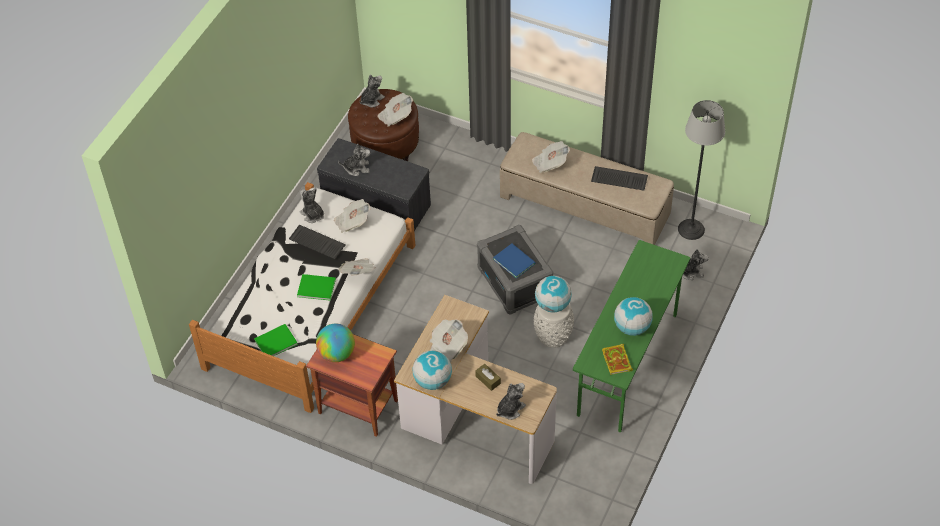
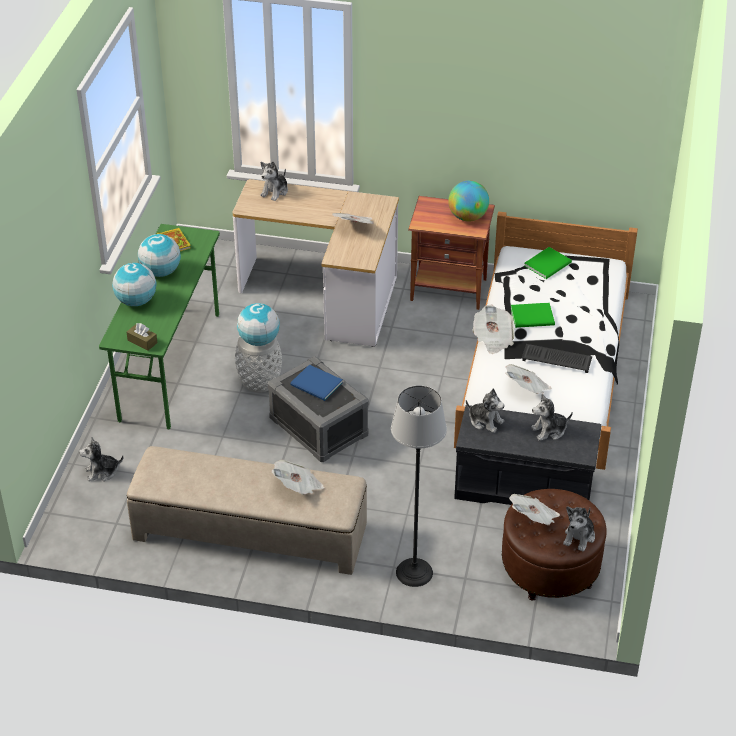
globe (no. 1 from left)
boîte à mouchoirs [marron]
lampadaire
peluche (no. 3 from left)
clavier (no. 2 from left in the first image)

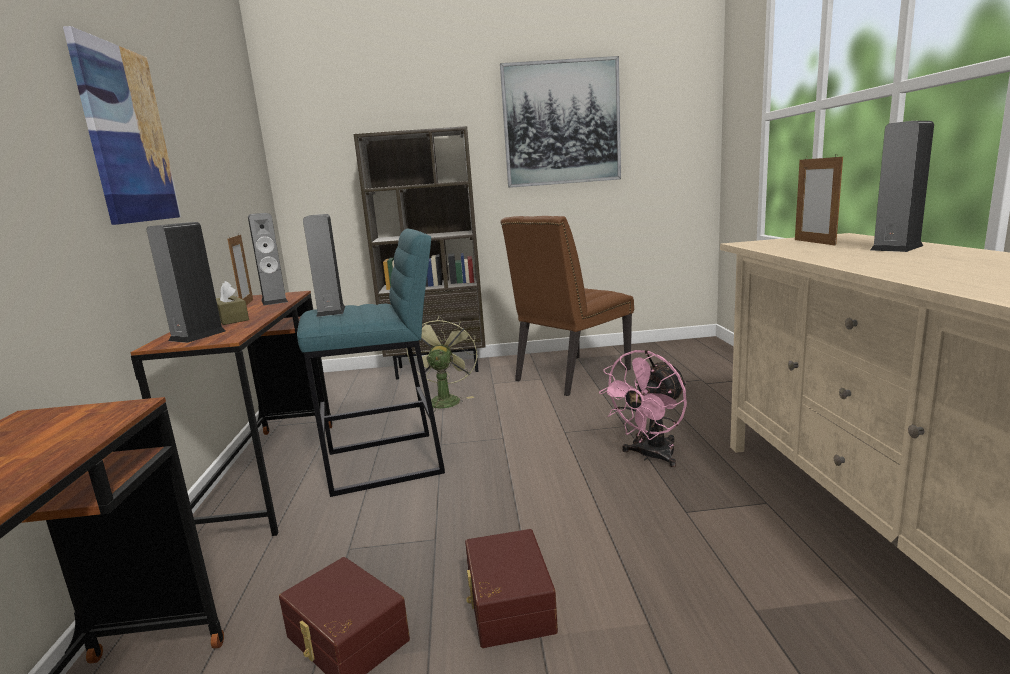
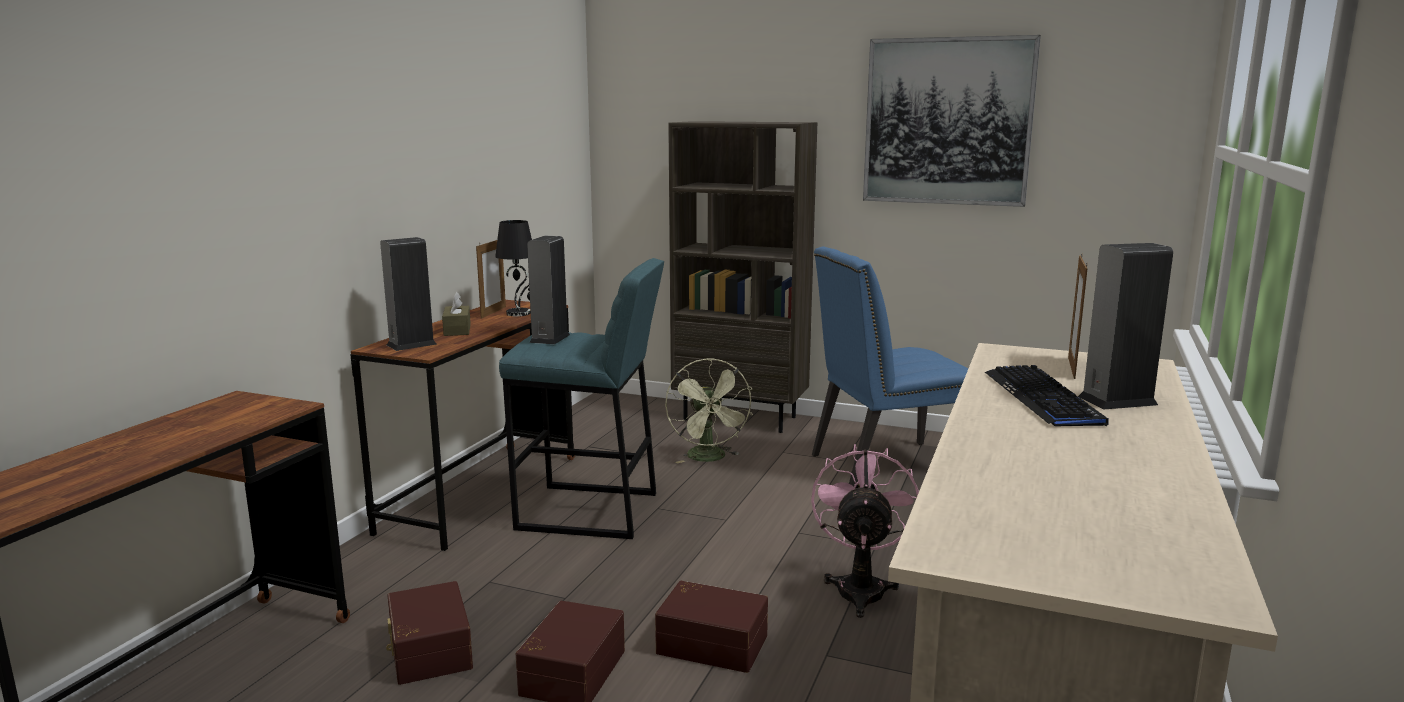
lampe de table [noir]
boîte de rangement [marron] (no. 3 from left)
ventilateur [vert]
ventilateur [rose]
chaise [bleu]
clavier
tableau (no. 1 from left in the first image)

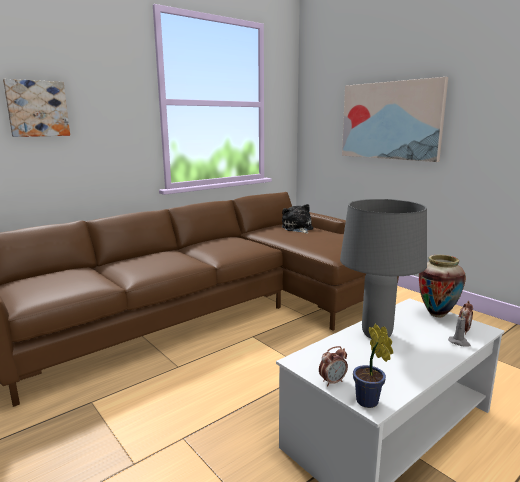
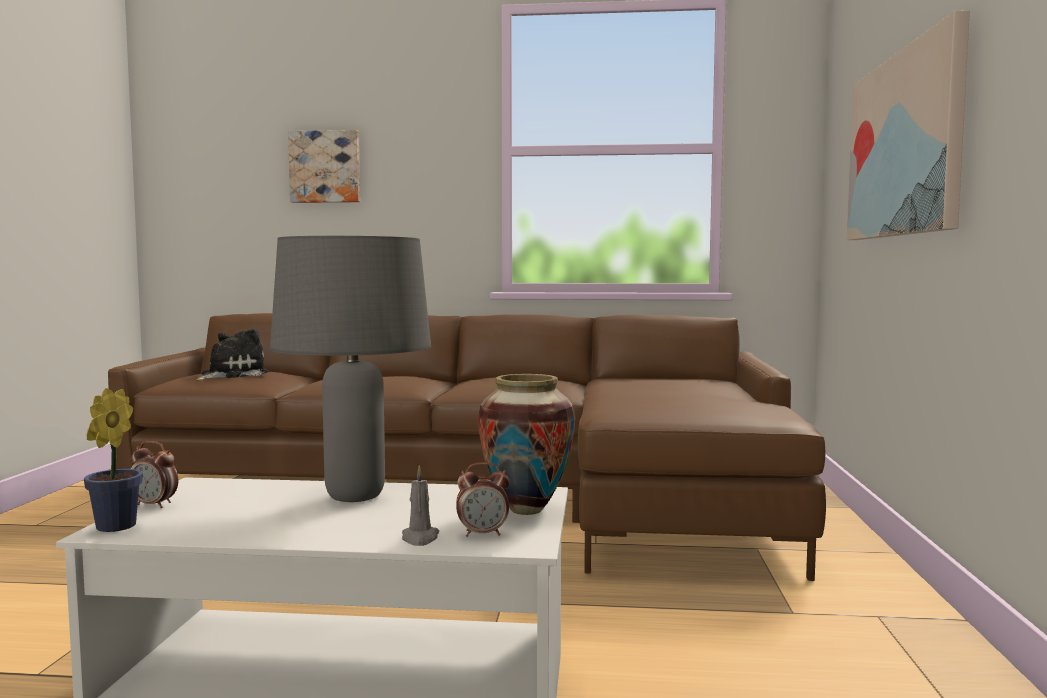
peluche

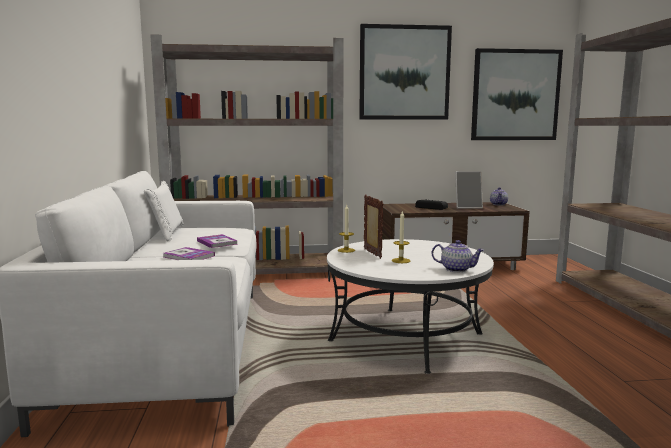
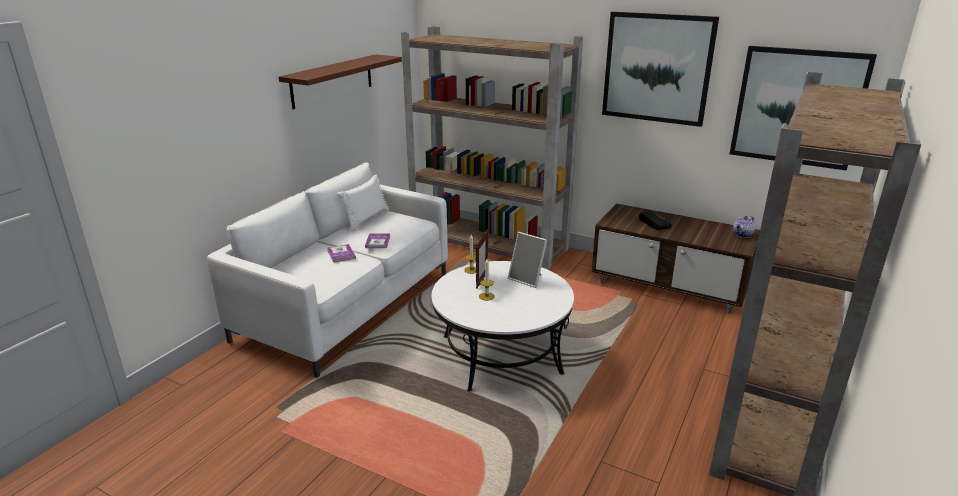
étagère [marron]
cadre photo (no. 2 from left)
théière (no. 1 from left in the first image)

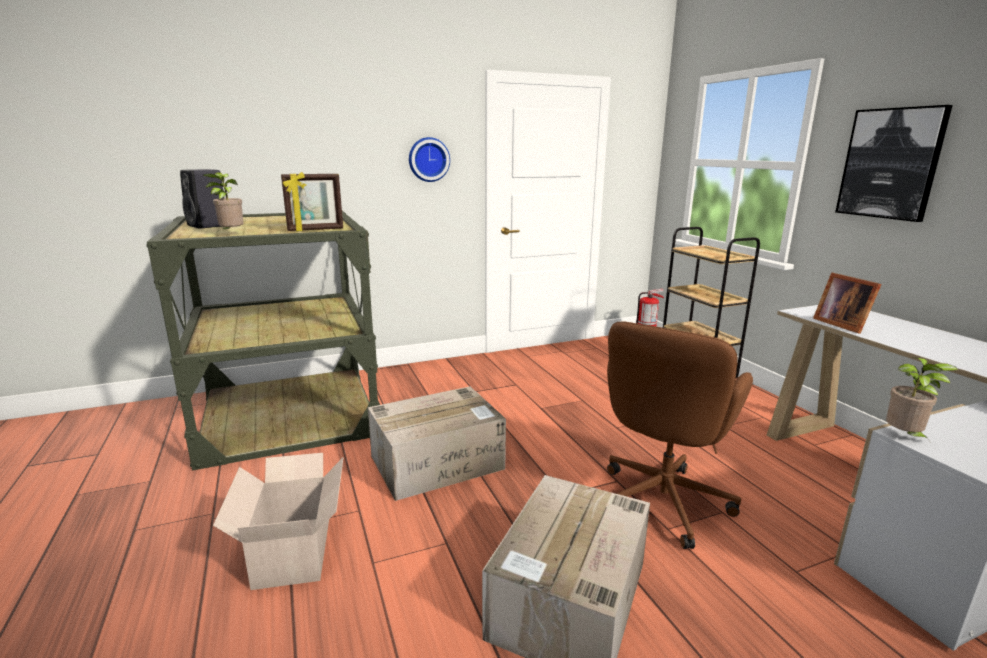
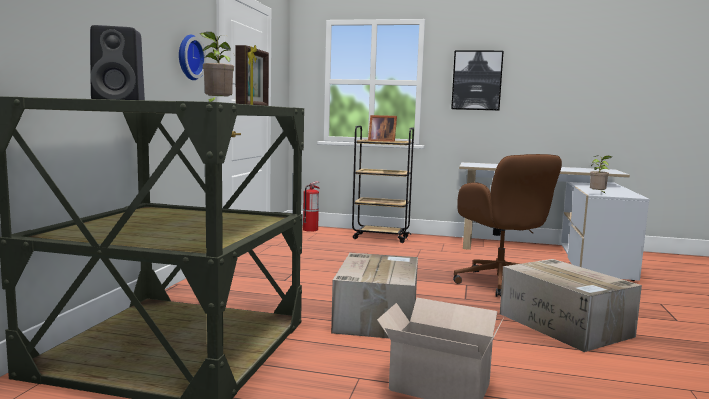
cadre photo (no. 2 from left)

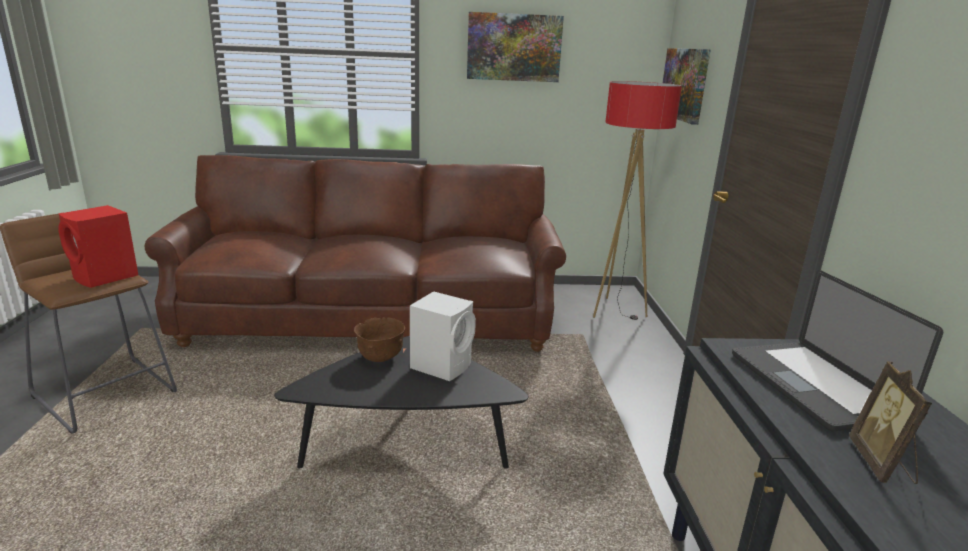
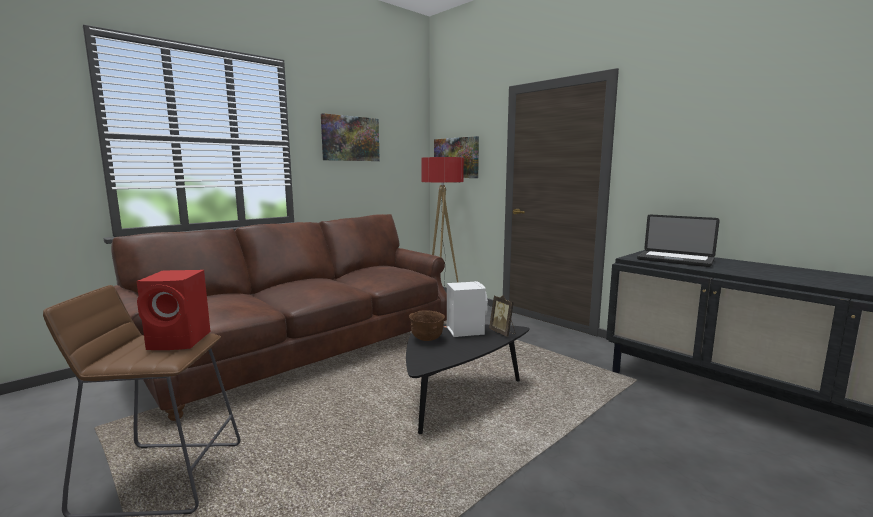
cadre photo

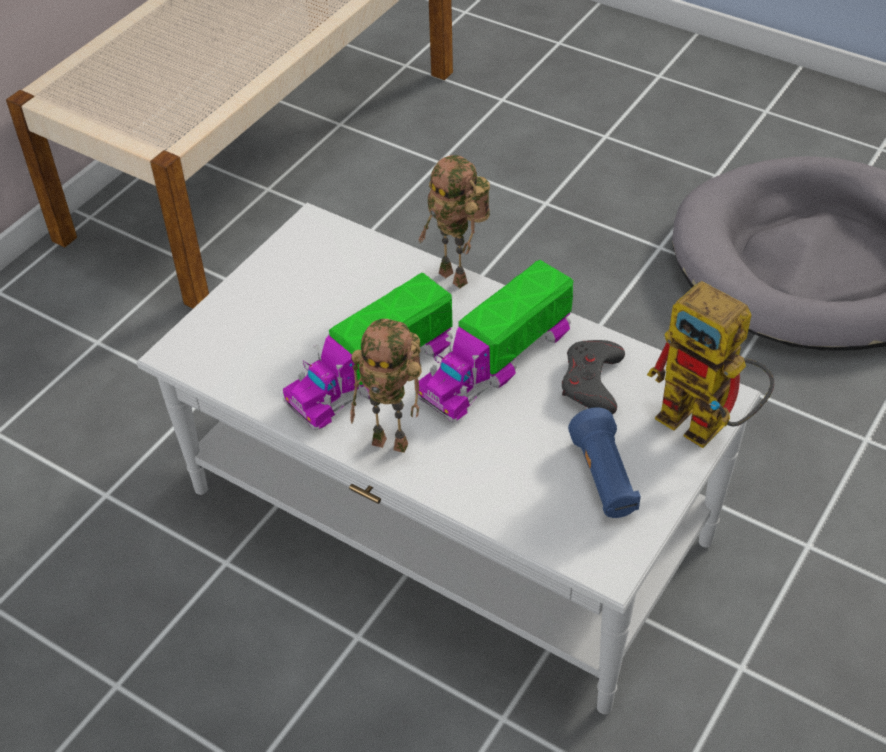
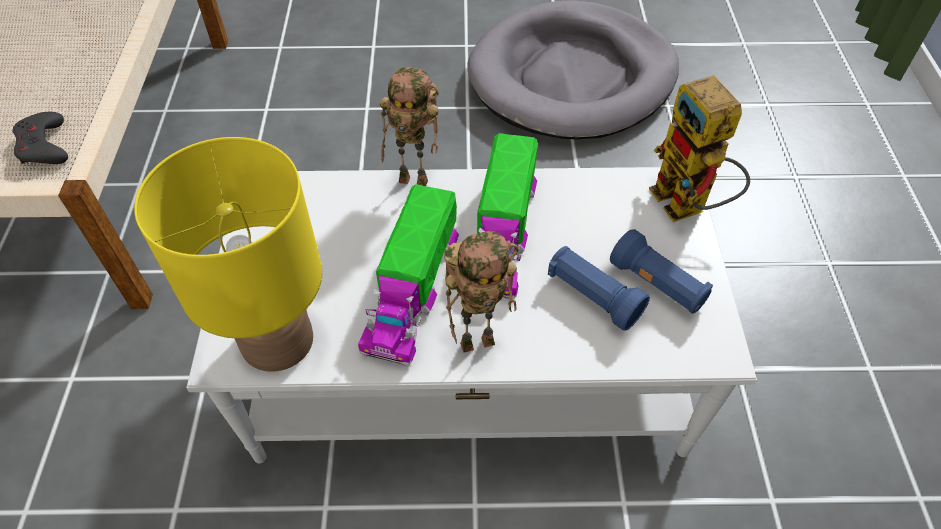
manette [gris]
lampe de table [jaune]
lampe de poche [bleu] (no. 1 from left)
robot jouet (no. 3 from left)

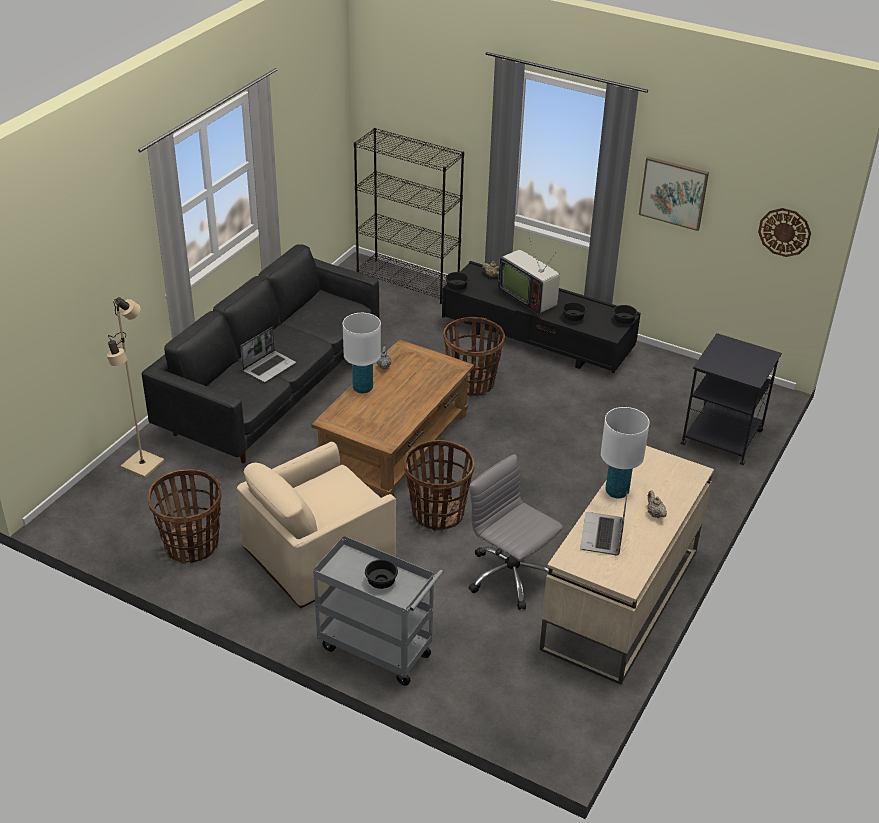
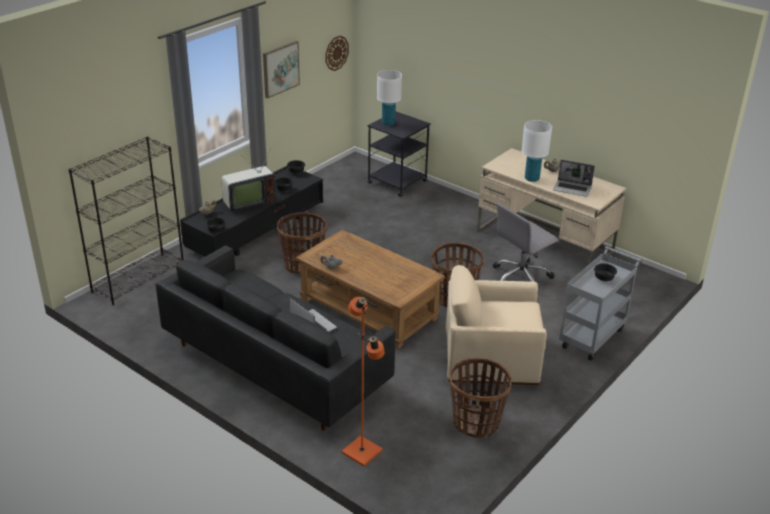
lampadaire [orange]
lampe de table [blanc] (no. 1 from left)
fauteuil [beige]

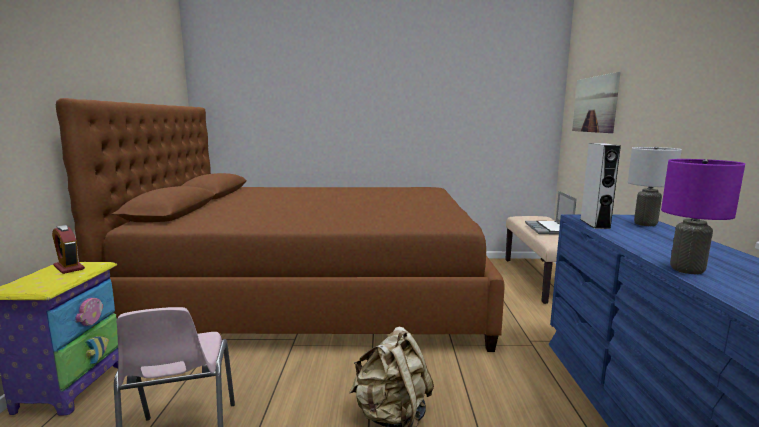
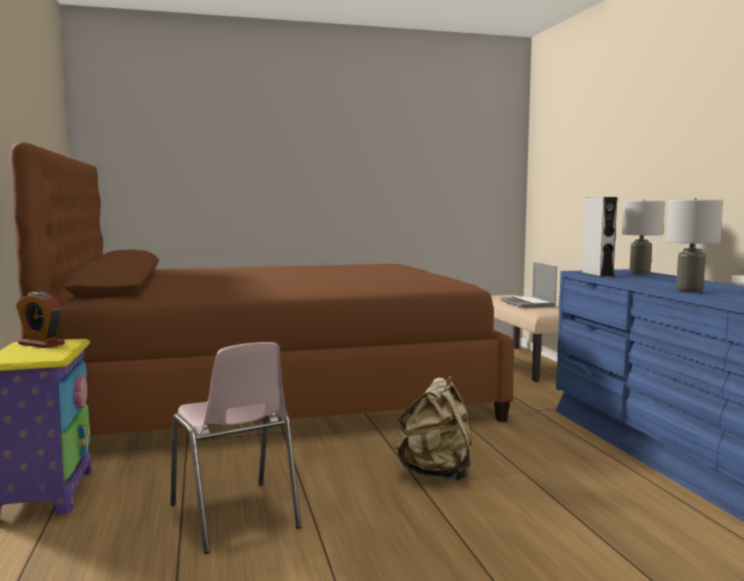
lampe de table [blanc] (no. 2 from left)
tableau

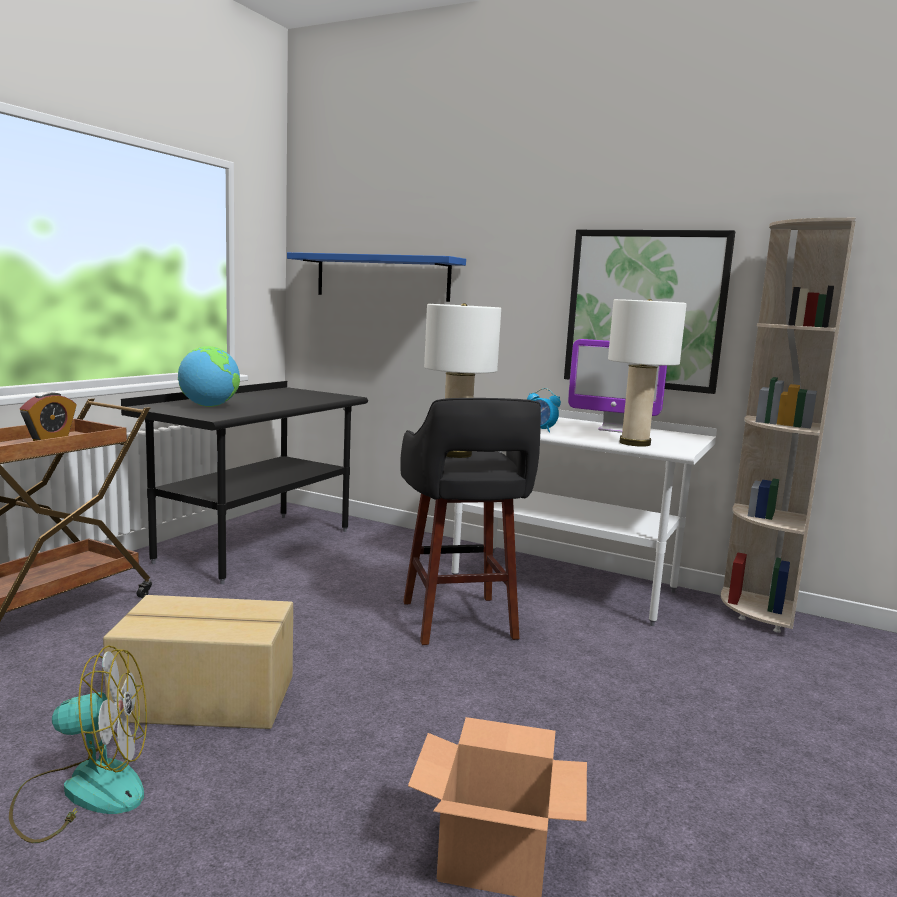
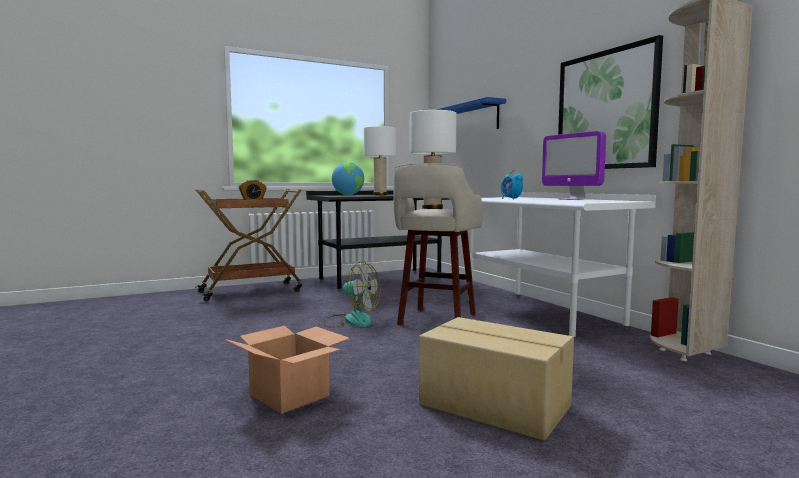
ventilateur
lampe de table [blanc] (no. 1 from left)
tabouret [beige]
carton (no. 2 from left)

